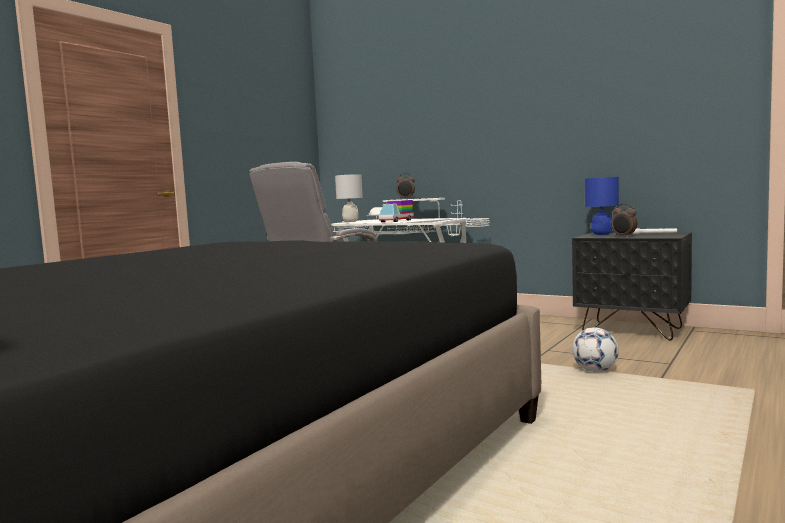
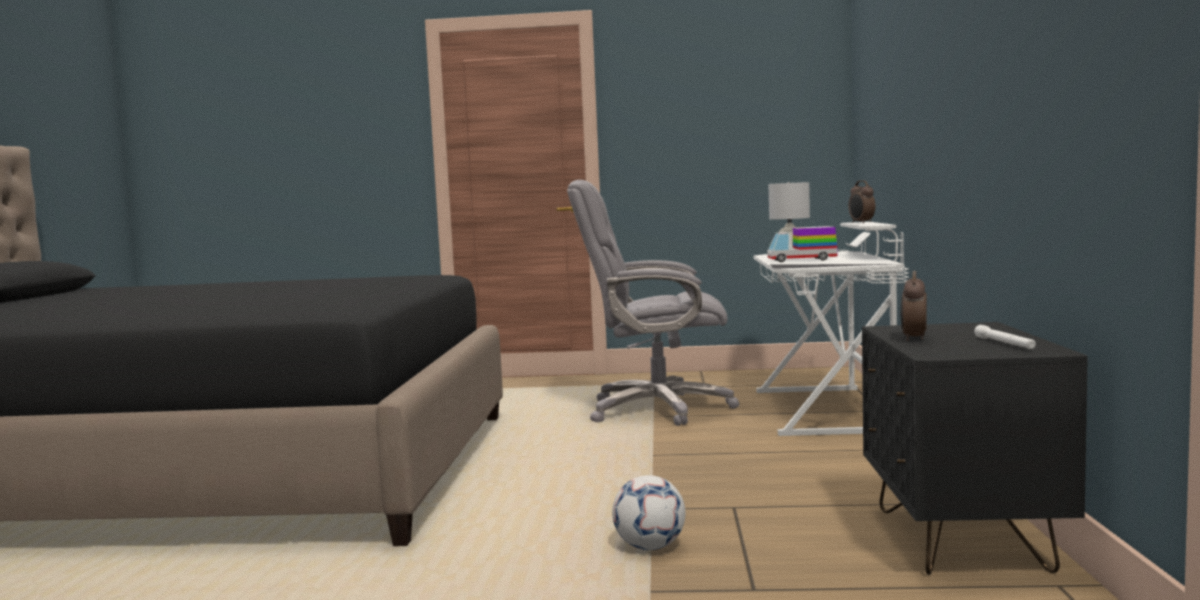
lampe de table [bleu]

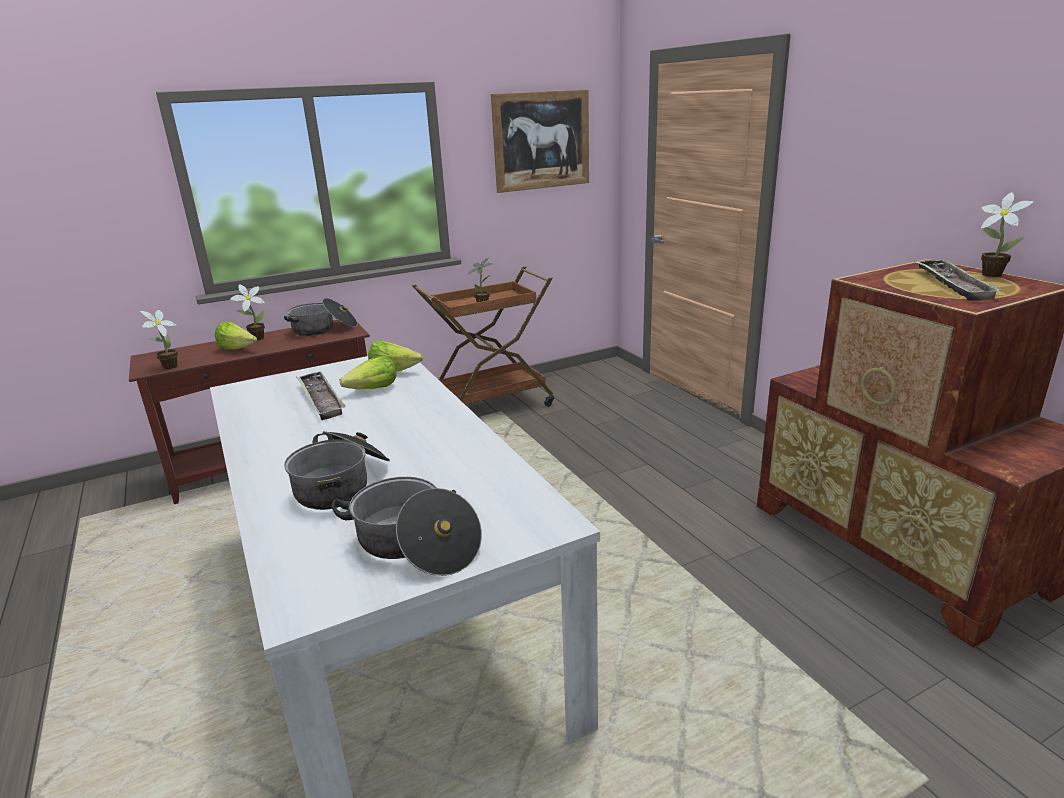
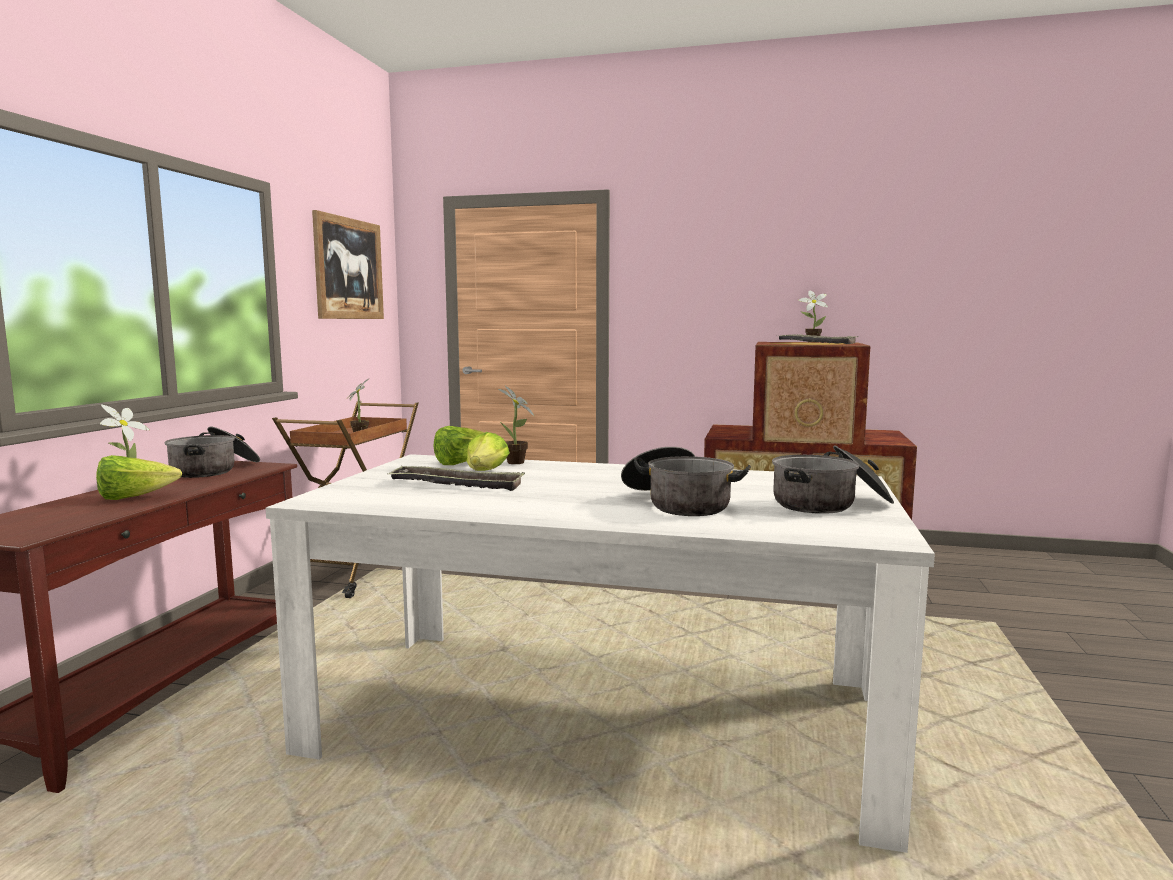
plante en pot (no. 3 from left)

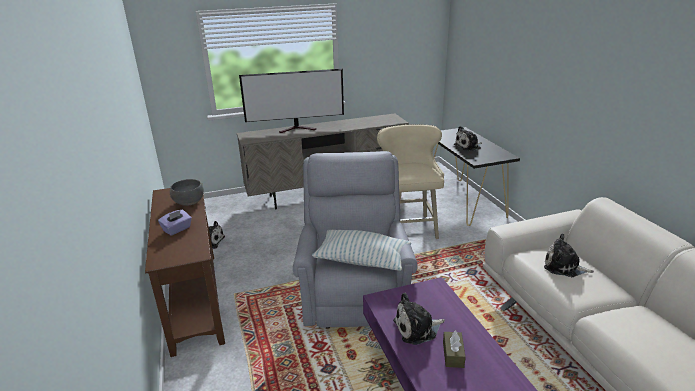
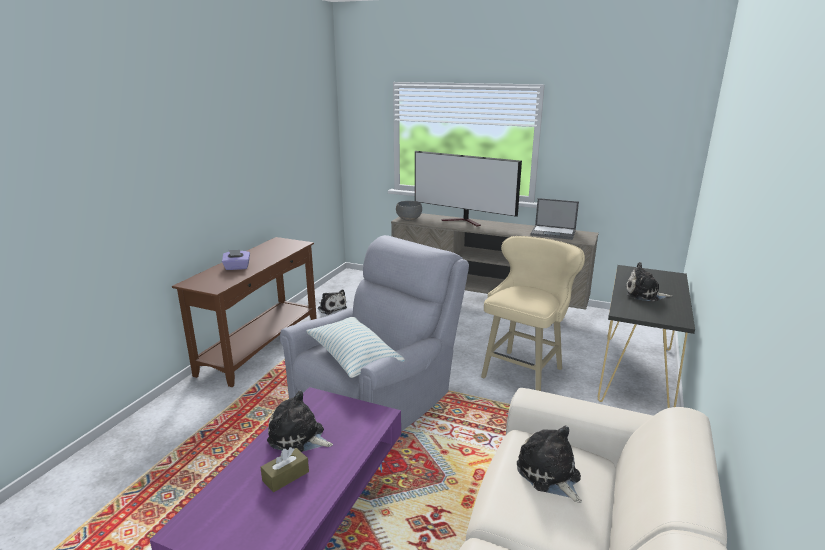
bol [gris]
ordinateur portable

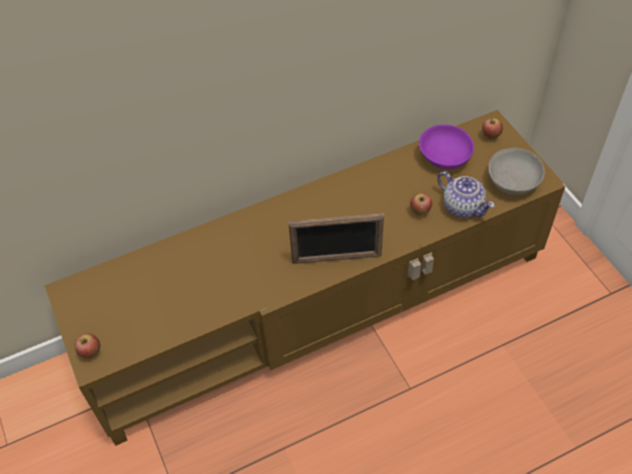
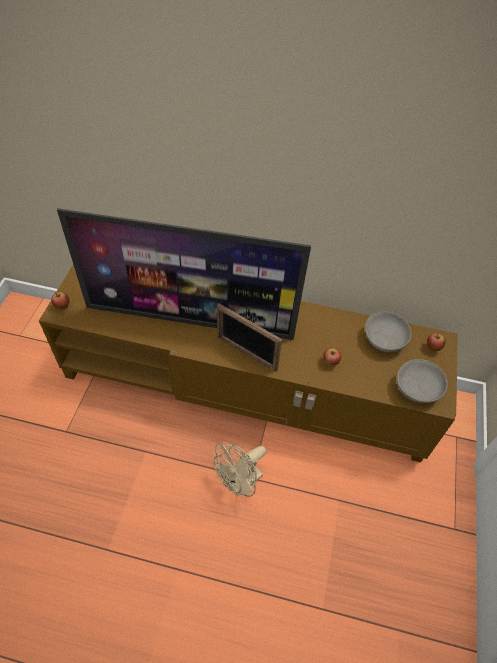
téléviseur
ventilateur [beige]
bol [gris] (no. 1 from left)
théière

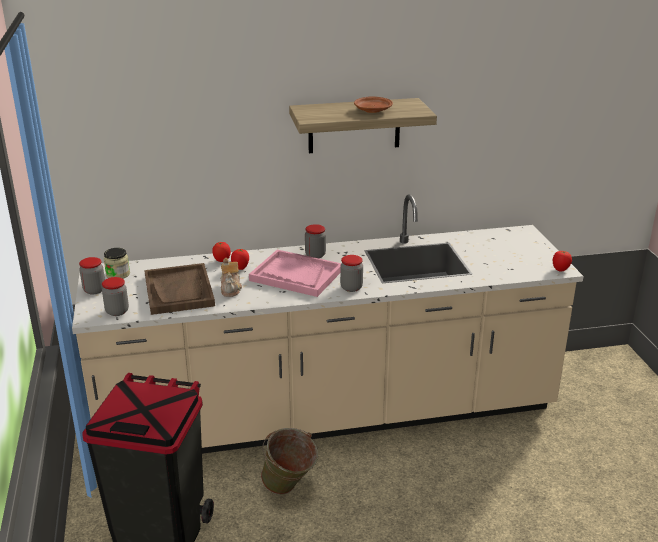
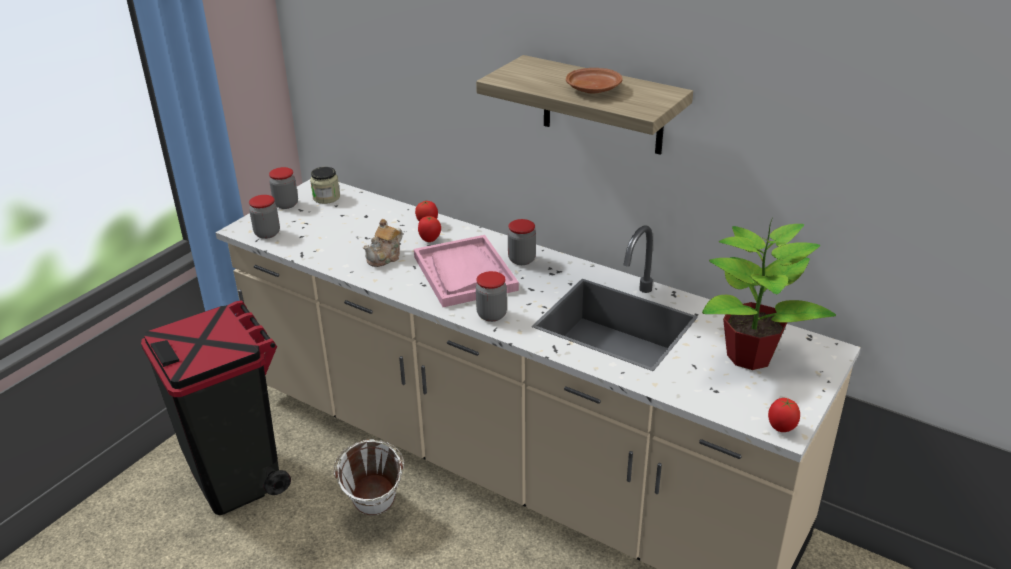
seau [blanc]
plante en pot
plateau [marron]

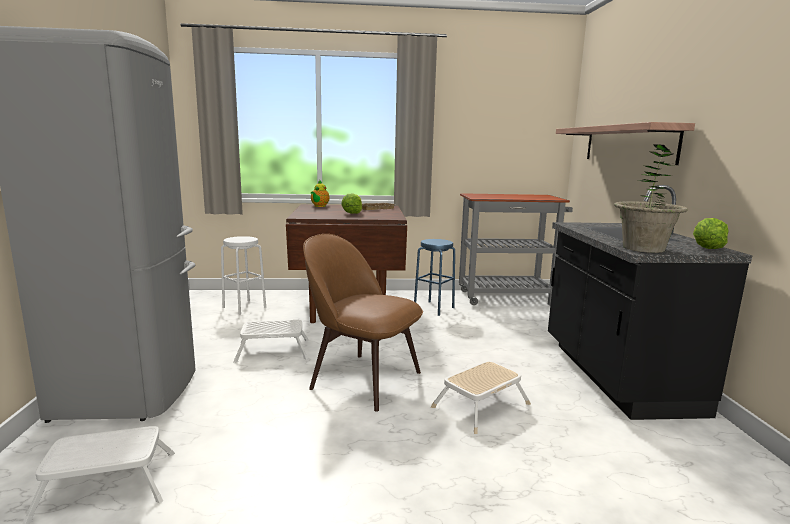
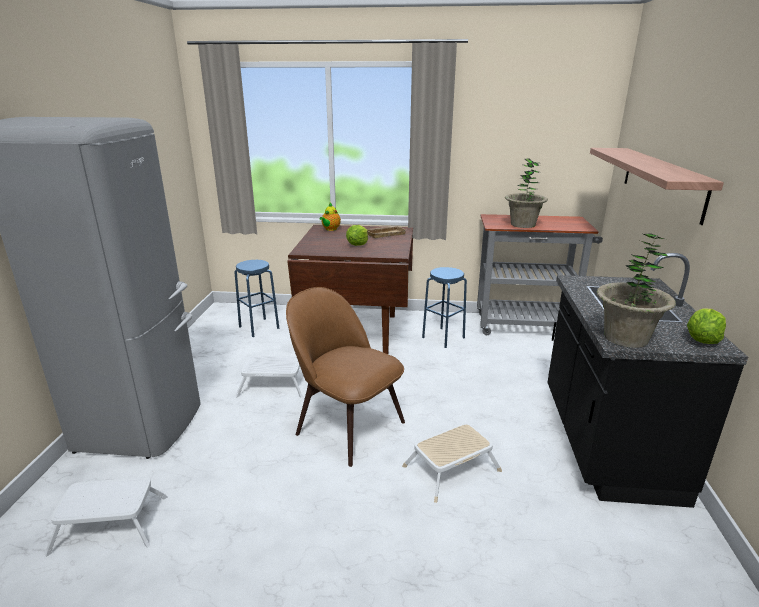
tabouret [bleu] (no. 1 from left)
plante en pot (no. 1 from left)

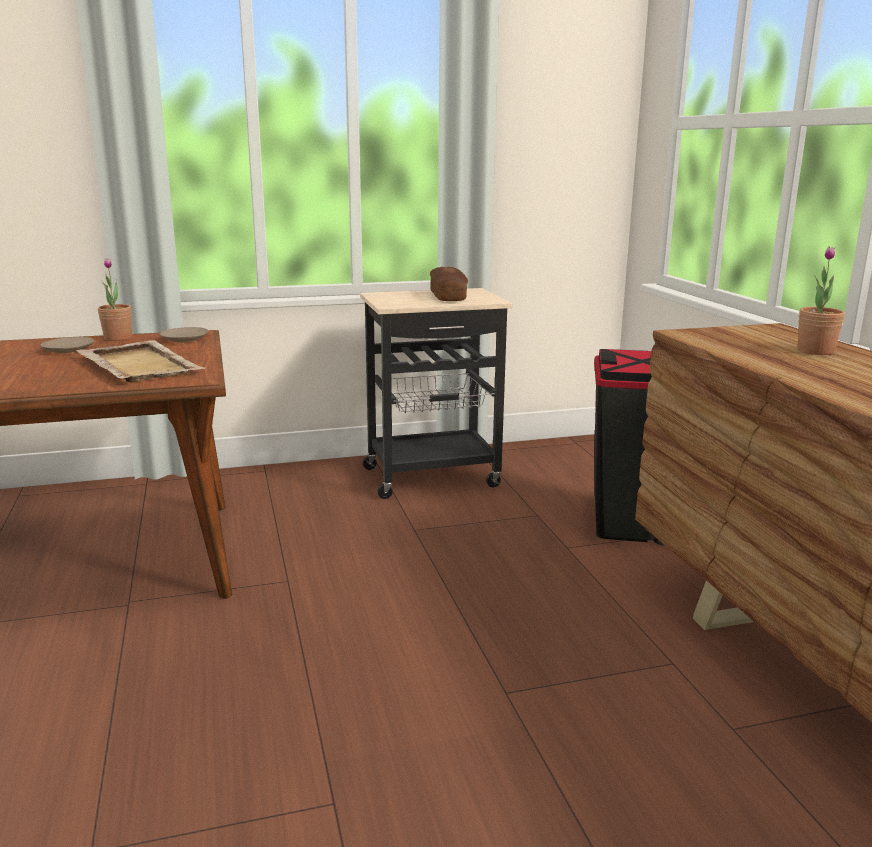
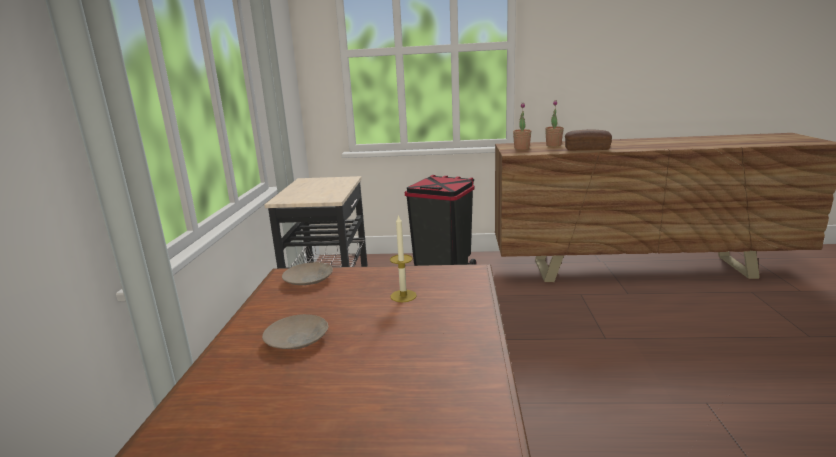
bougie
plante en pot (no. 1 from left)
pain

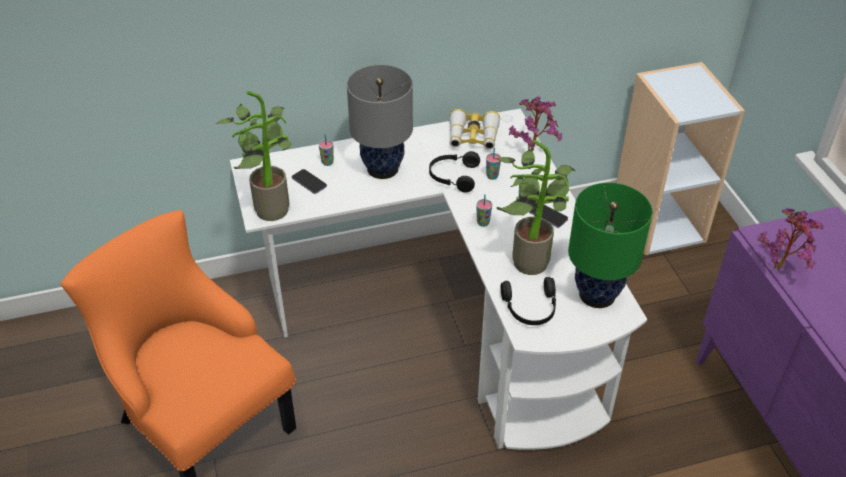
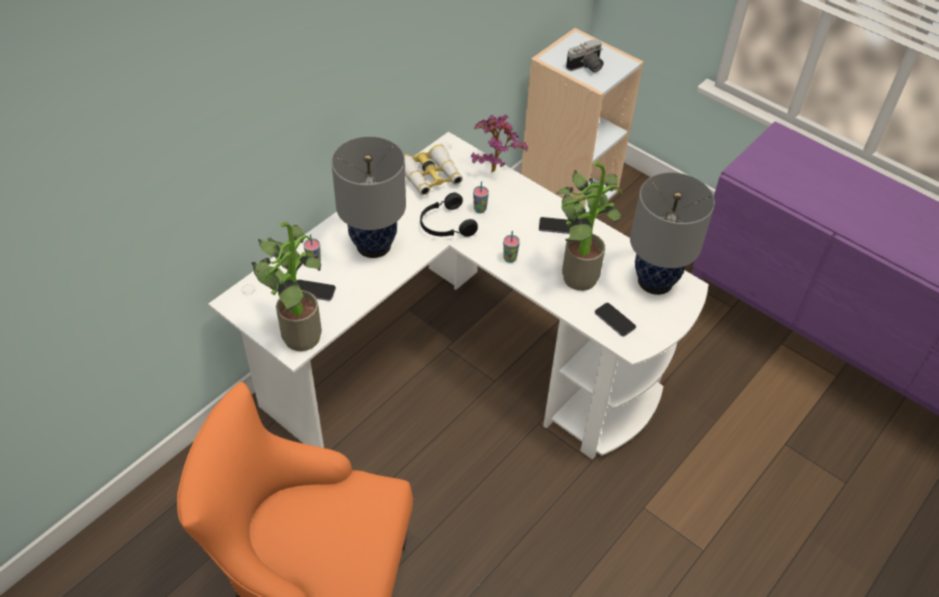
appareil photo
téléphone (no. 3 from left)
lampe de table [gris] (no. 2 from left)
plante en pot (no. 4 from left in the first image)

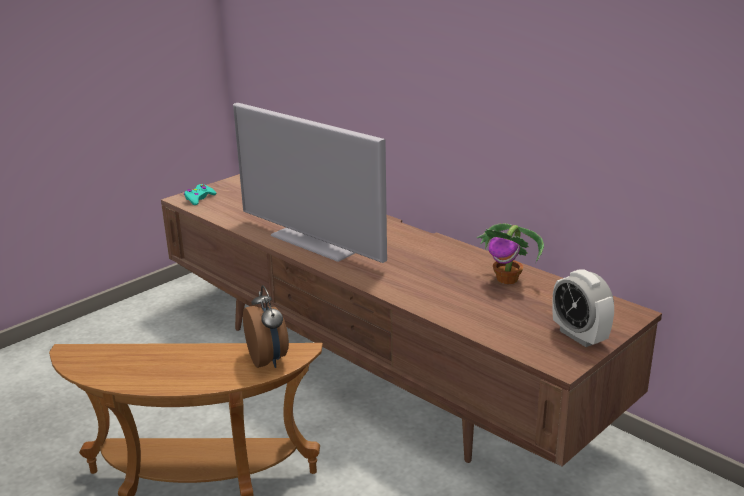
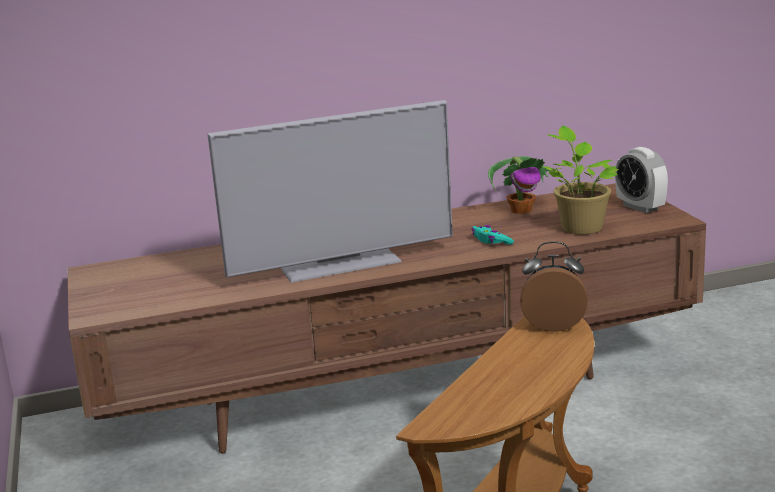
manette [turquoise]
plante en pot (no. 2 from left)
réveil (no. 2 from left)

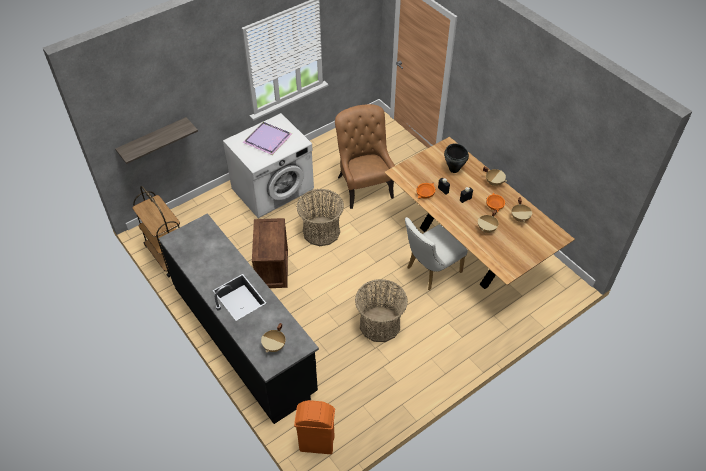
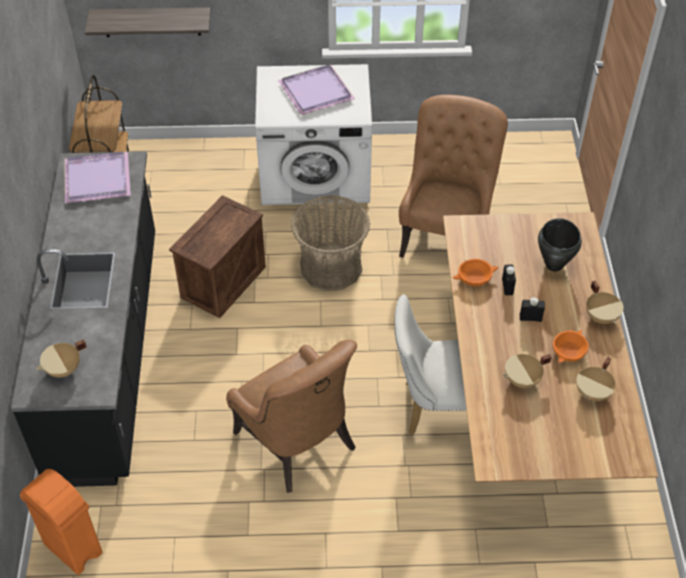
plateau [violet] (no. 1 from left)
chaise [marron] (no. 1 from left)

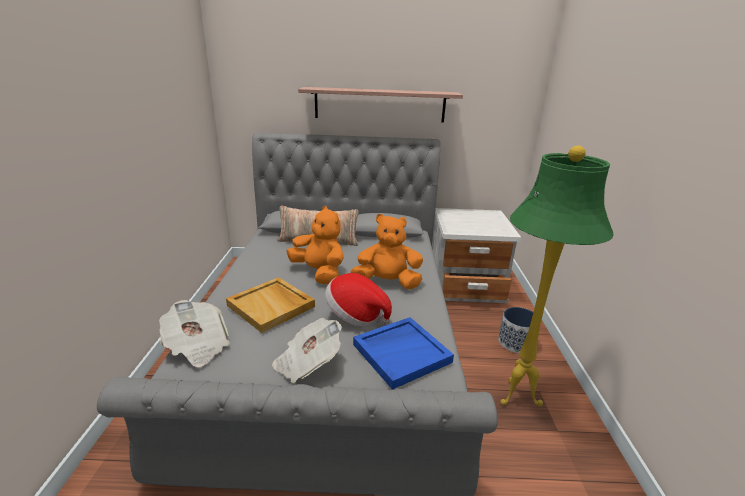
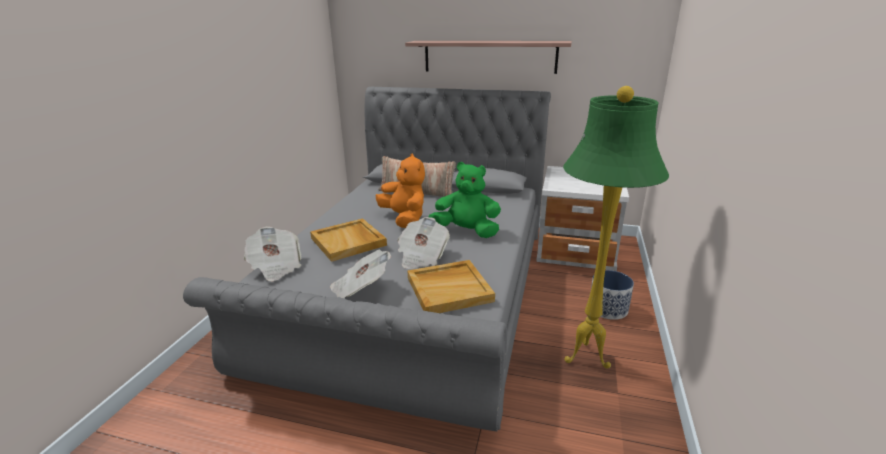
journal (no. 3 from left)
plateau [beige] (no. 2 from left)
peluche [vert]

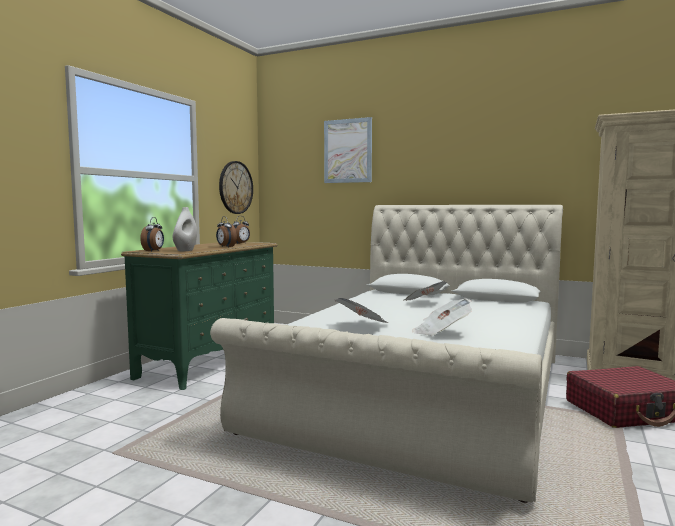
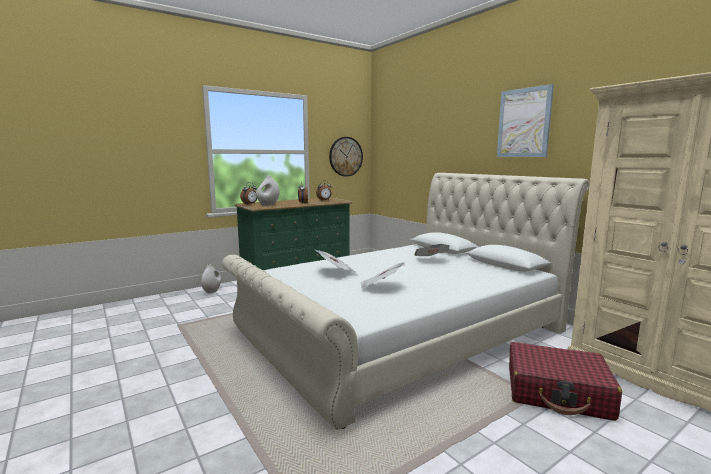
vase [blanc] (no. 1 from left)
tableau

